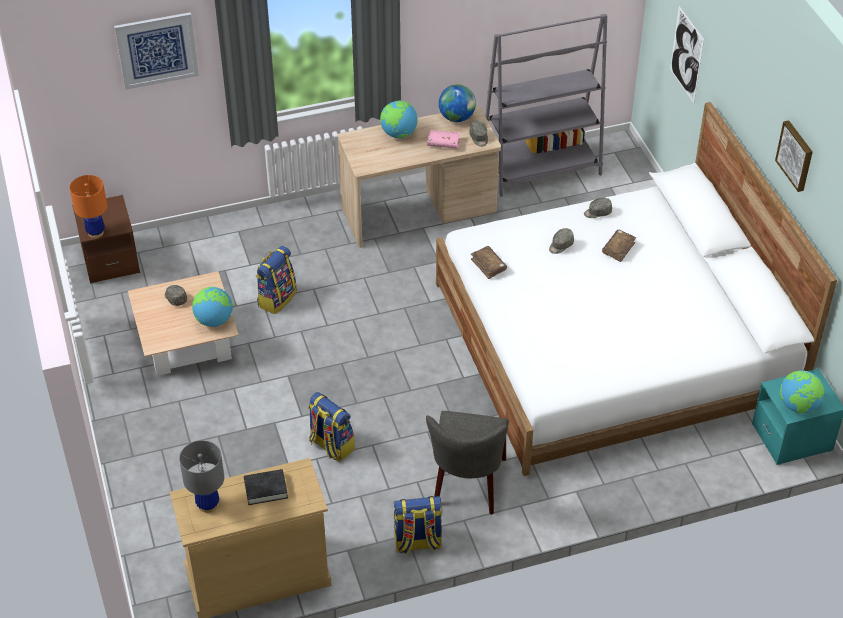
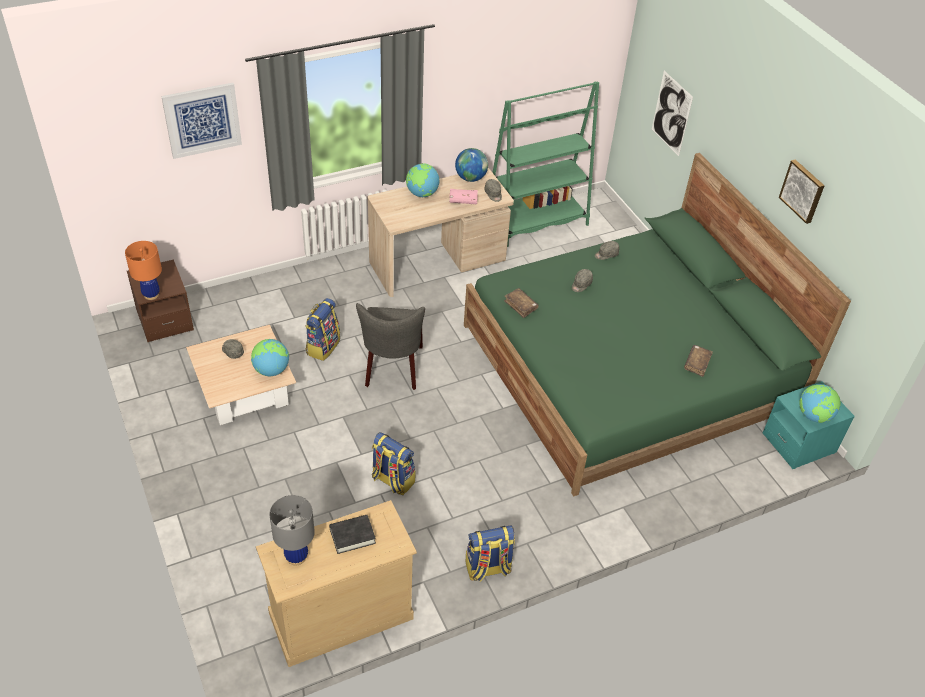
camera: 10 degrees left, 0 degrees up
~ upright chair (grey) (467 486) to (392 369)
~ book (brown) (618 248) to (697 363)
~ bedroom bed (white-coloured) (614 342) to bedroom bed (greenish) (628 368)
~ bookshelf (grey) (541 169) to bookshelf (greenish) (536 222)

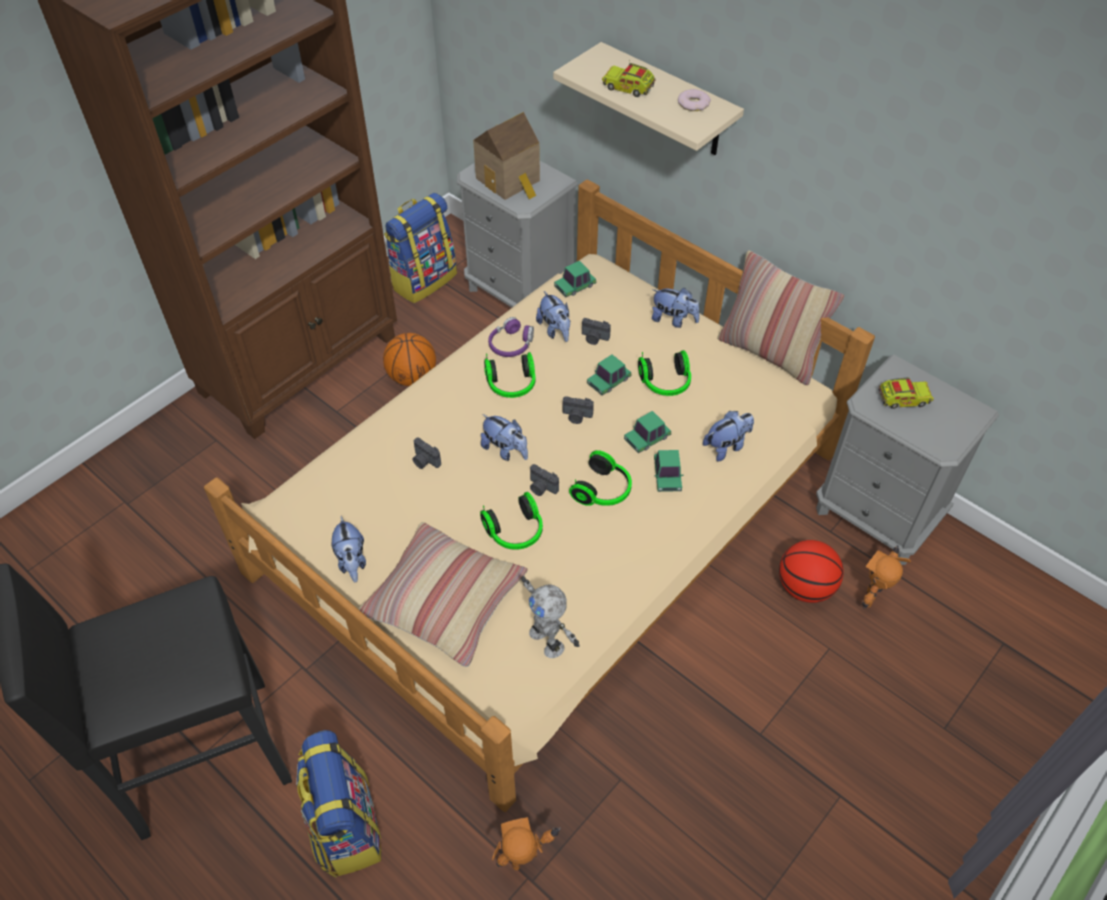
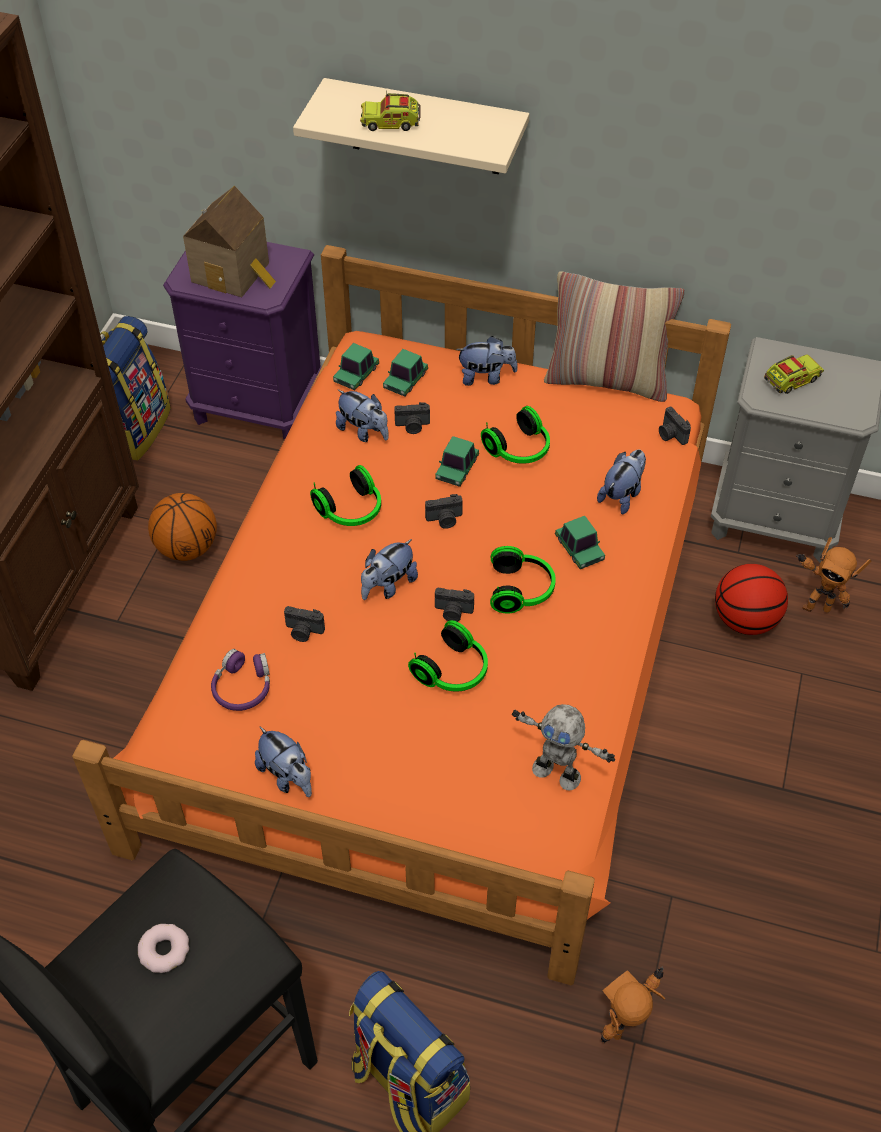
camera: 25 degrees left, 0 degrees up
- cushion (444 601)
+ still camera (671 435)
~ headphones (purple) (511 344) to (243 687)
~ model car (647 438) to (405 380)
~ doughnut (693 103) to (164 950)
~ bedroom bed (beige-coloured) (550 513) to bedroom bed (orange-coloured) (437 643)
~ night table (grey) (519 292) to night table (purple) (258 406)
~ plush toy (505 450) = (388 585) 120 degrees clockwise
~ robot figure (872 599) = (816 606) 75 degrees counterclockwise

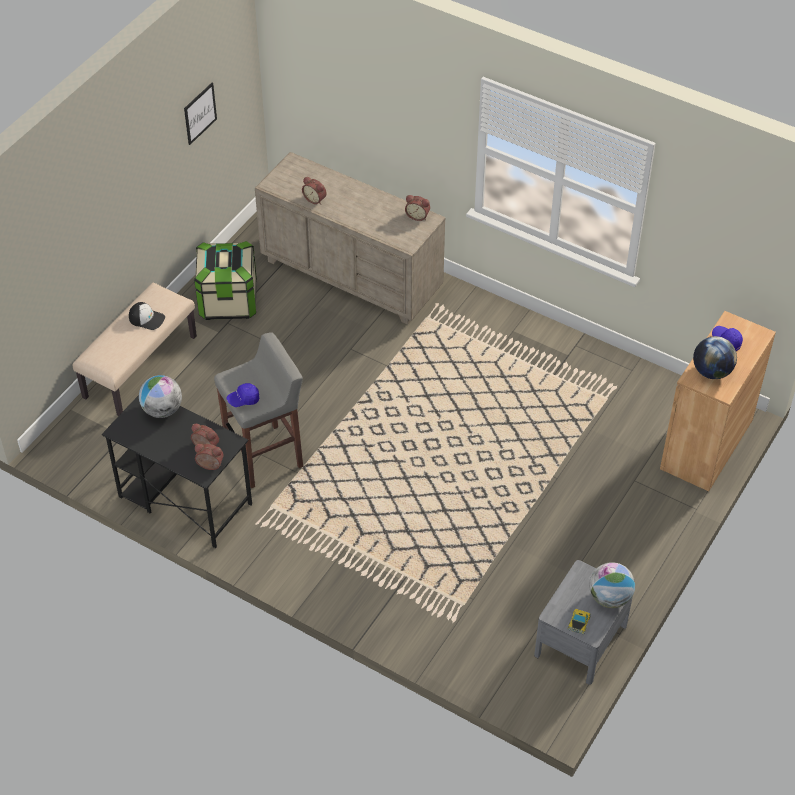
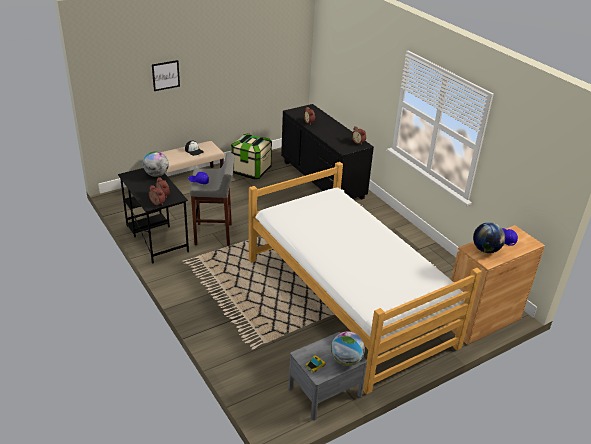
camera: 25 degrees right, 15 degrees down
+ bedroom bed (347 301)
~ wall picture (200 113) to (165 75)
~ chest of drawers (beige-coloured) (351 275) to chest of drawers (black-coloured) (322 180)

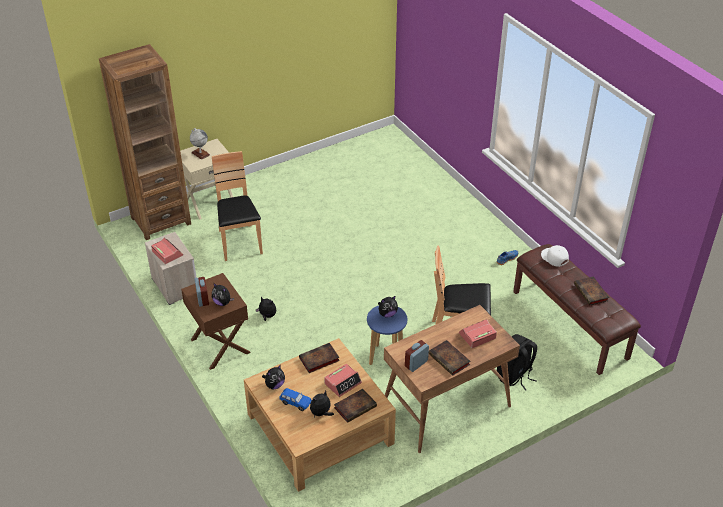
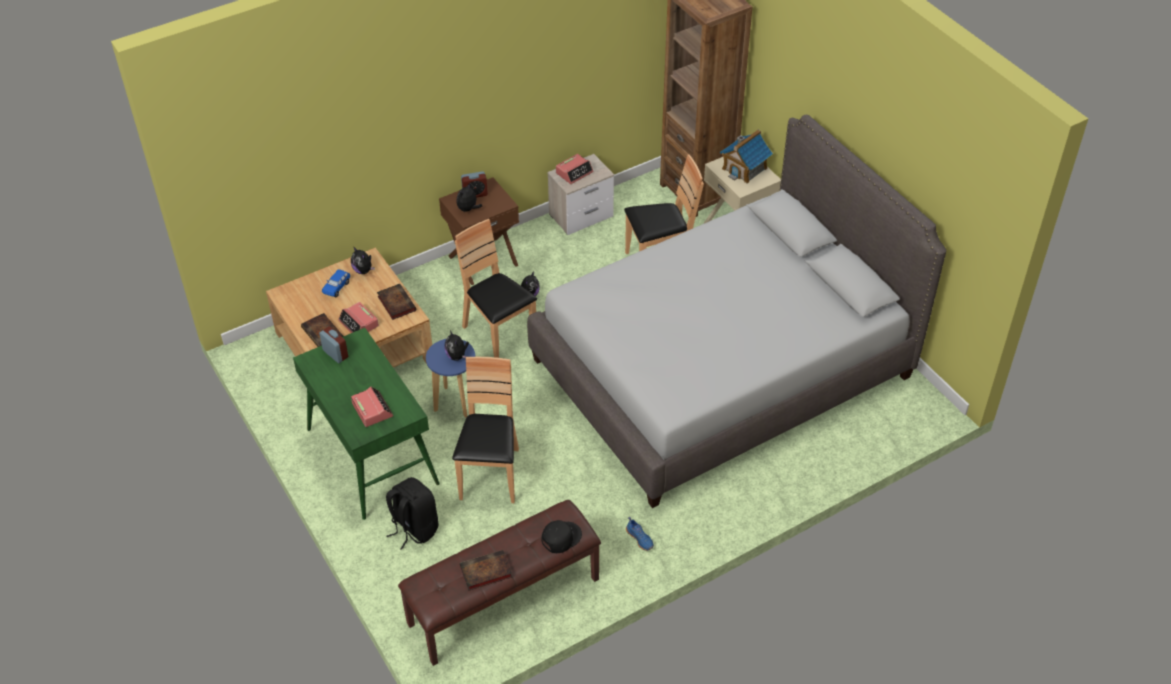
camera: 90 degrees right, 5 degrees up
- plush toy (321 413)
- book (450 360)
+ upright chair (brown) (499 335)
+ bedroom bed (grey) (722 368)
~ globe (200 154) to miniature house (744 168)
~ desk table (brown) (445 407) to desk table (greenish) (371 456)
~ cap (white-coloured) (554 257) to cap (black-coloured) (561 537)

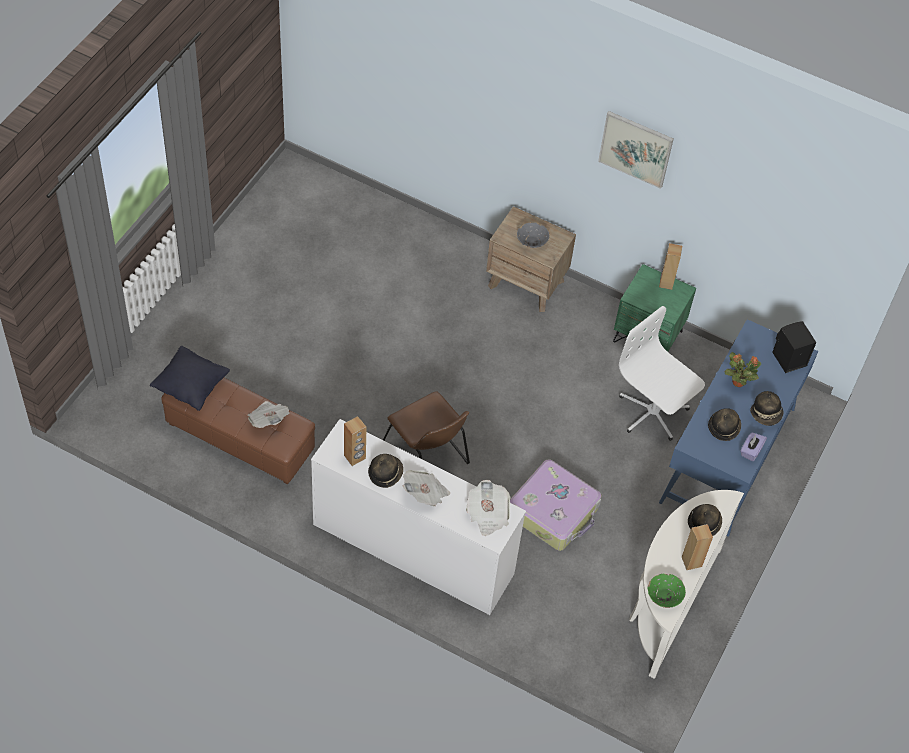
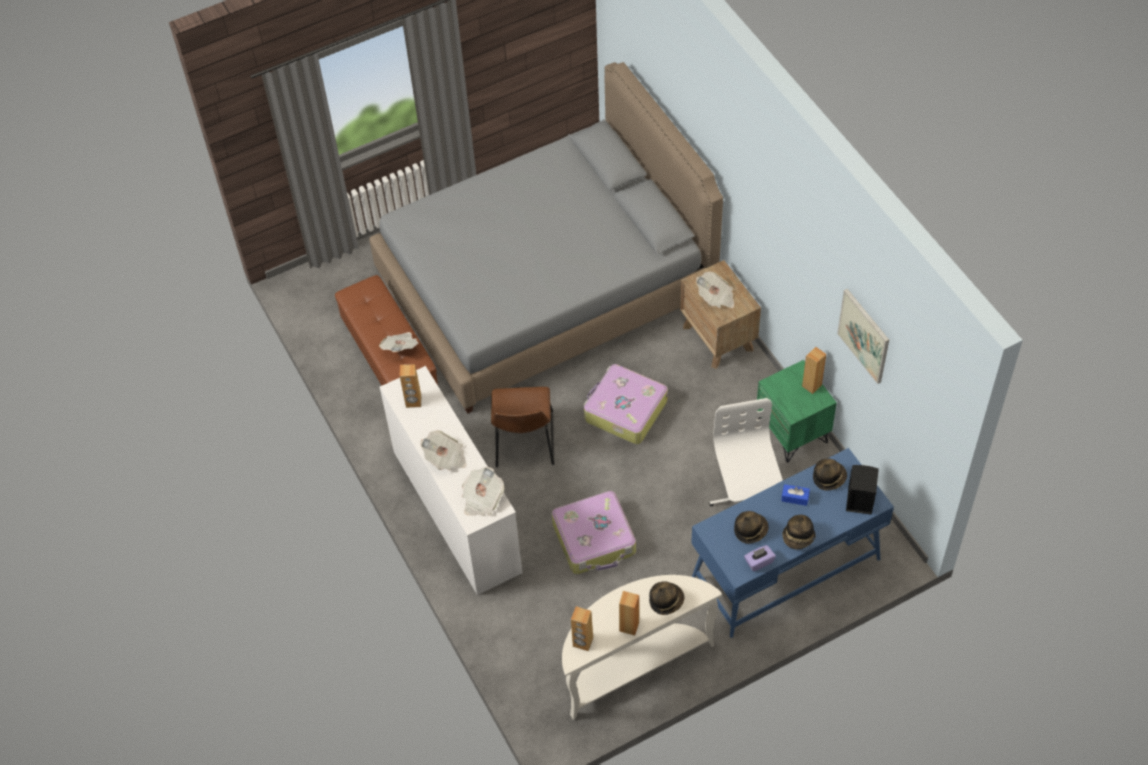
camera: 40 degrees right, 0 degrees up
- cushion (black-coloured) (191 387)
+ bedroom bed (grey) (545 286)
+ travel case (624 410)
~ clothing hat (385 473) to (829 477)
~ wall picture (635 149) to (864 335)
~ bowl (grey) (532 242) to newspaper (716 298)
~ bowl (greenish) (664 596) to speaker (brown) (583 642)
~ houseplant (737 382) to tissue box (bluish) (795 497)

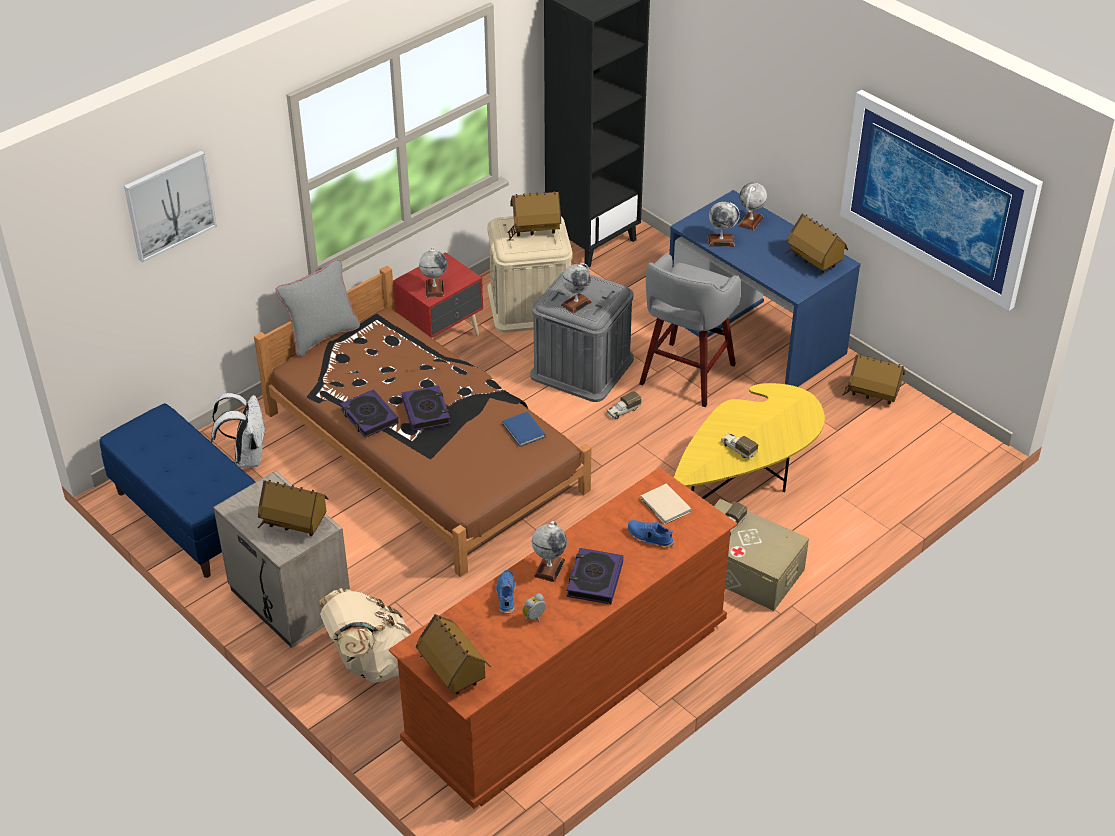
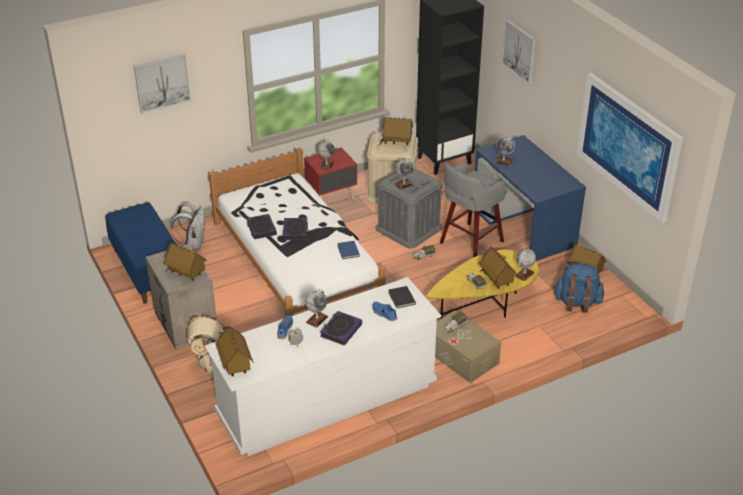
camera: 15 degrees right, 5 degrees down
- cushion (grey) (322 336)
+ wall picture (519 51)
+ rucksack (bluish) (577 303)
~ globe (750 221) to (524 274)
~ miniature house (814 262) to (496 280)
~ bedroom bed (brown) (424 451) to bedroom bed (white-coloured) (296 258)
~ chest of drawers (brown) (567 684) to chest of drawers (white-coloured) (327 399)
~ book (beige-coloured) (665 506) to book (black-coloured) (401 299)

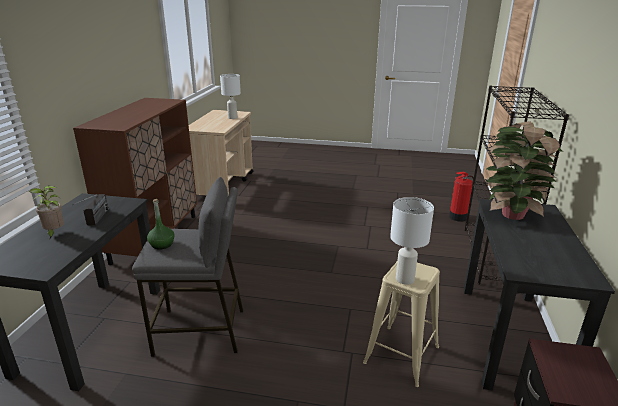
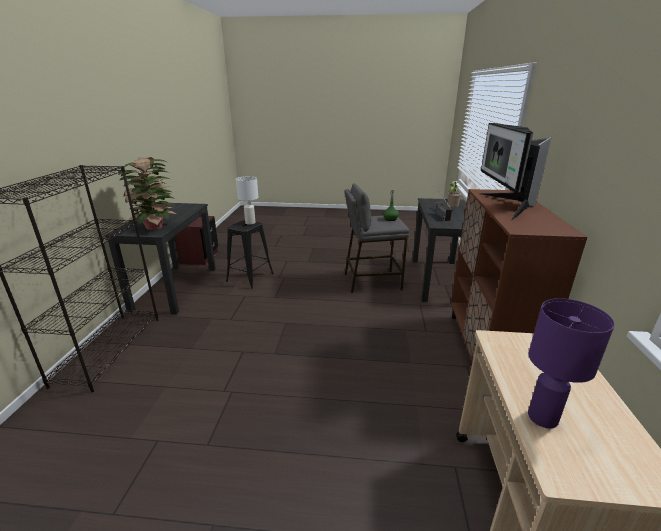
camera: 175 degrees right, 0 degrees up
- fire-fighting cylinder (457 217)
+ computer screen (506 205)
~ tabletop lamp (white-coloured) (232 117) to tabletop lamp (purple) (543 418)
~ stool seat (beige-coloured) (401 355) to stool seat (black-coloured) (250 277)

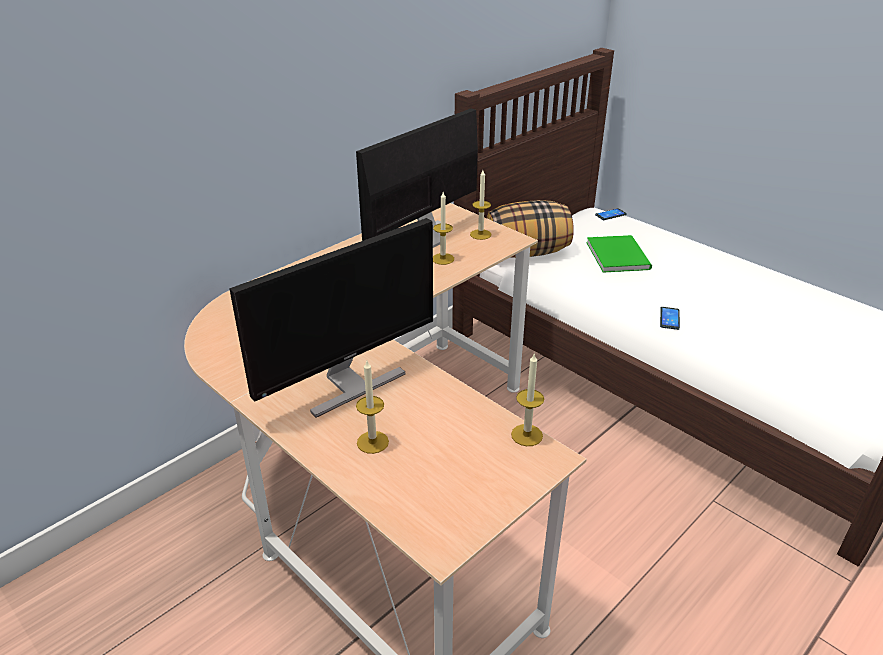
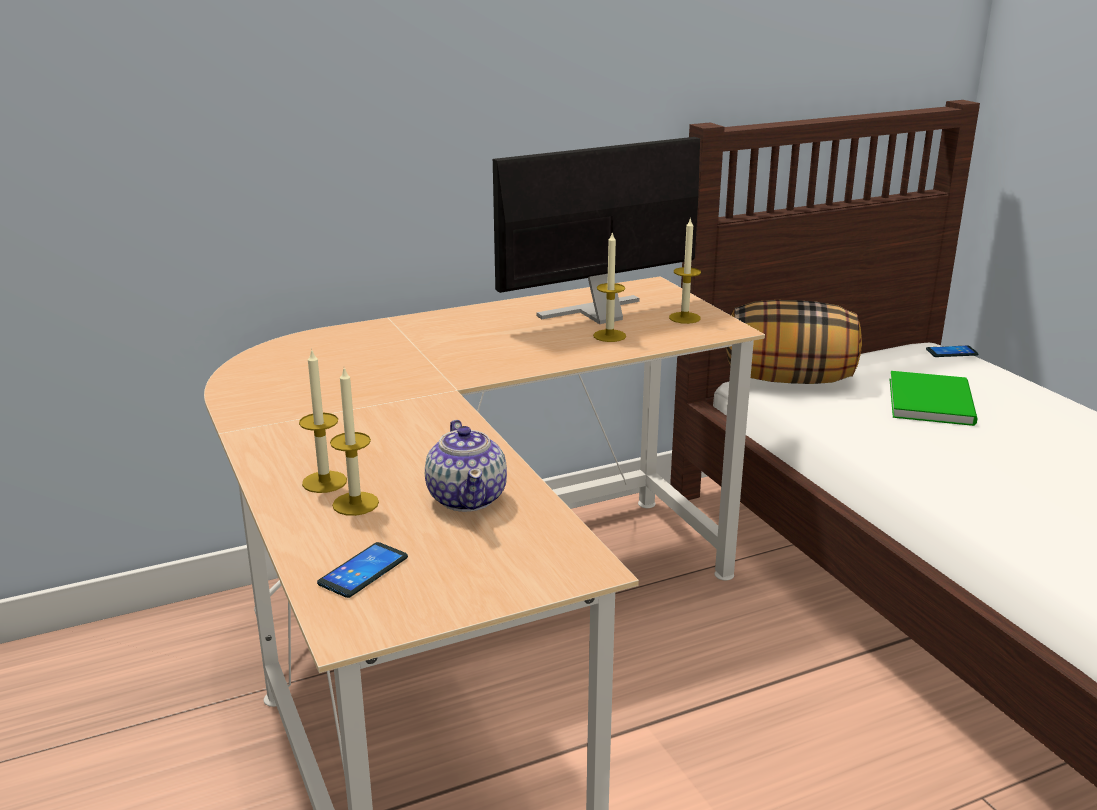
camera: 20 degrees right, 10 degrees down
- computer screen (348 384)
+ tea pot (467 498)
~ candle (527 435) to (324 482)
~ telephone (669 318) to (363 571)

